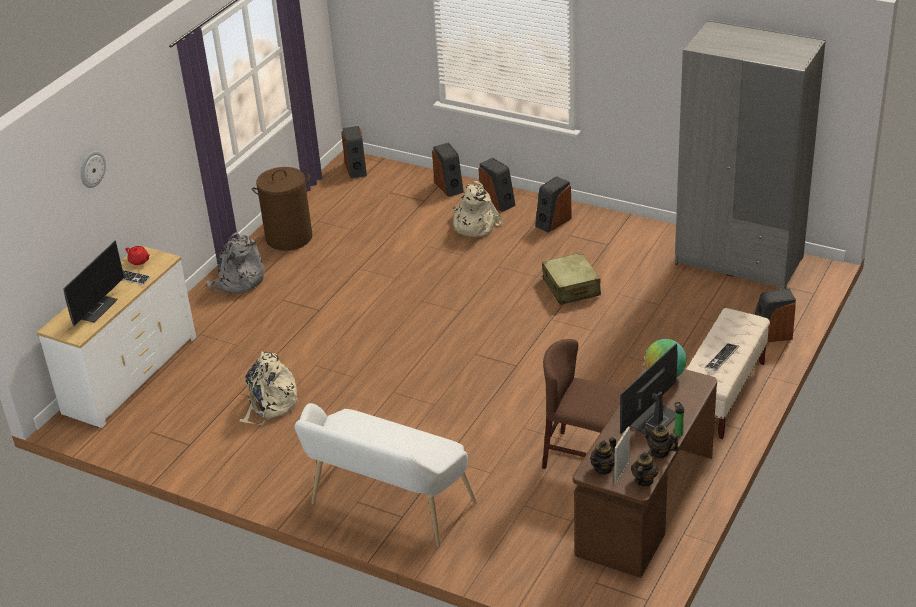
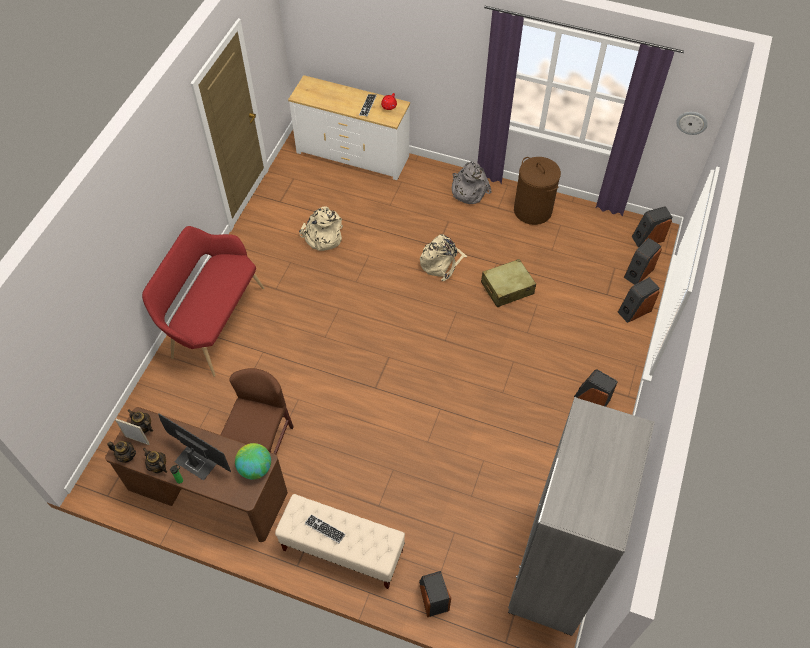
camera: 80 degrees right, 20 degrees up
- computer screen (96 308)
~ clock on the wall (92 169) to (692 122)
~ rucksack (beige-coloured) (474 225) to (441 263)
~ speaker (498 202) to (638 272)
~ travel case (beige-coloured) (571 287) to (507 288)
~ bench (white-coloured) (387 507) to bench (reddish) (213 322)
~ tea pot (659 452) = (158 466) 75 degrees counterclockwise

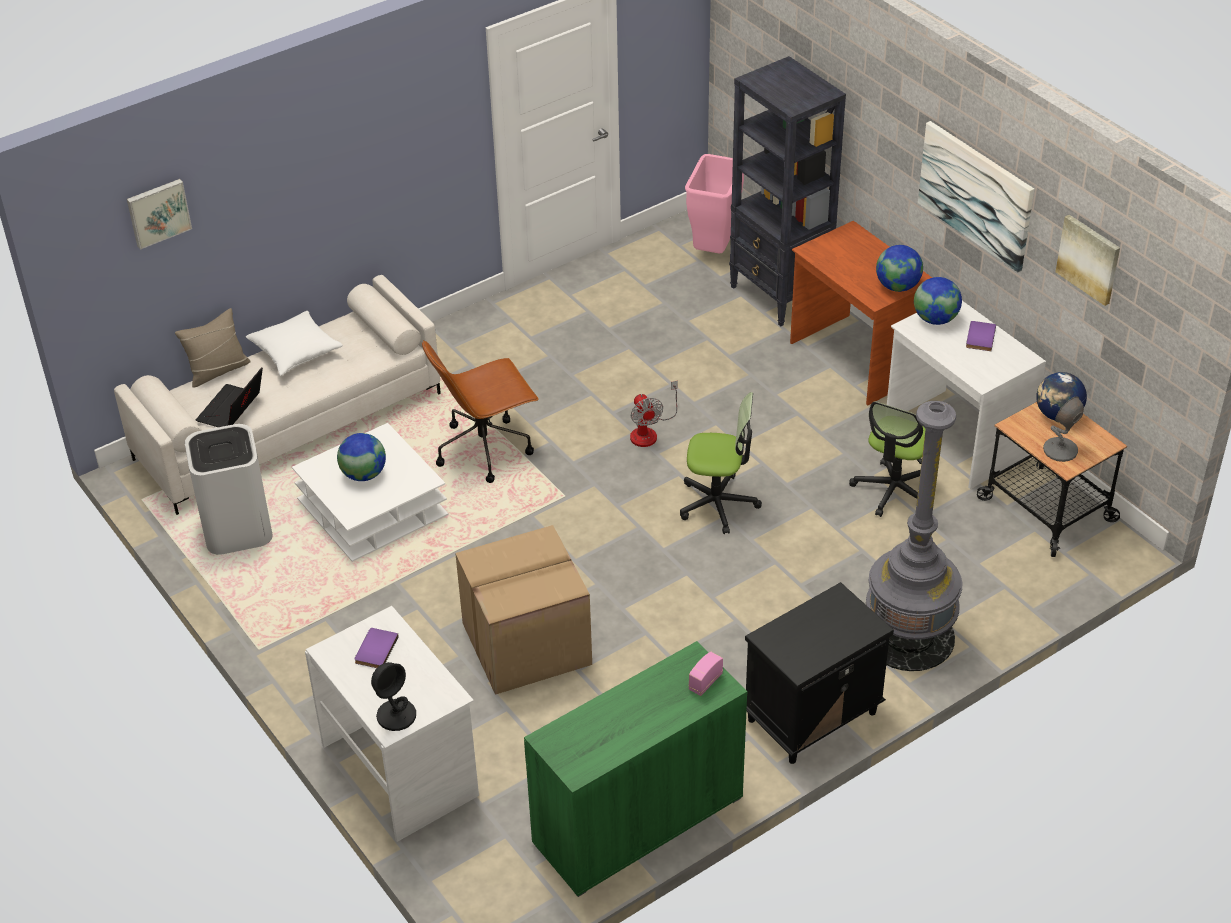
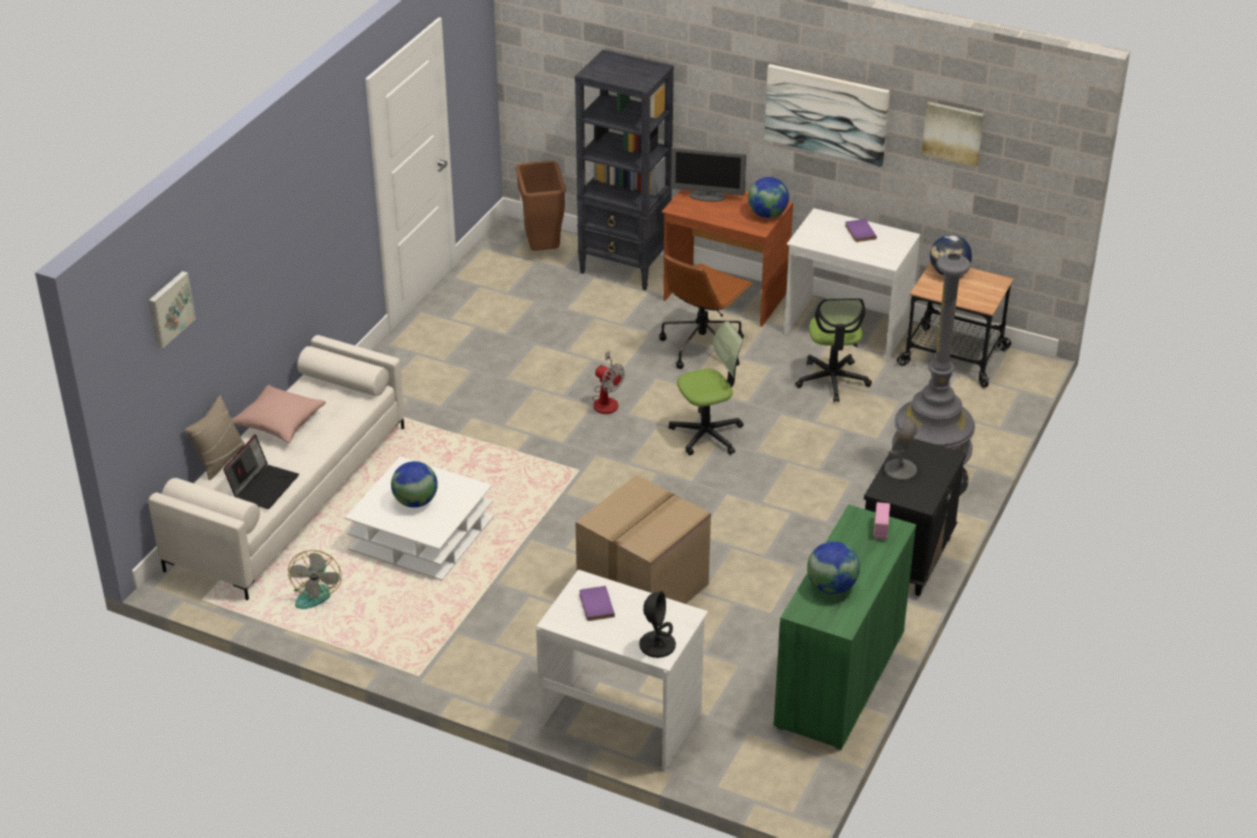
camera: 30 degrees left, 5 degrees down
+ computer screen (707 196)
~ computer chair (brown) (485 448) to (702 346)
~ globe (935 319) to (831 587)
~ tabletop lamp (grey) (1060 450) to (900 470)
~ waste bin (white-coloured) (238 529) to electric fan (315 592)
~ cushion (white-coloured) (295 352) to cushion (pink-coloured) (279 423)
~ waste bin (pink-coloured) (714 250) to waste bin (brown) (542 249)
~ laptop (232 410) = (263 486) 150 degrees counterclockwise

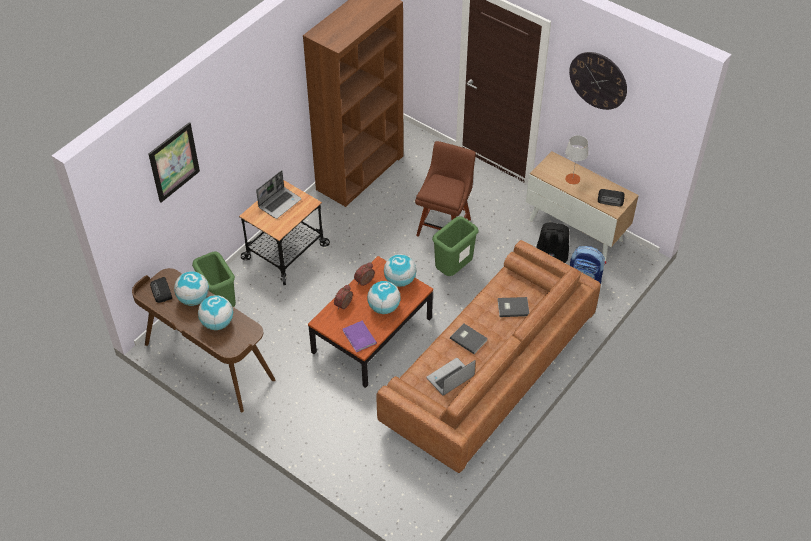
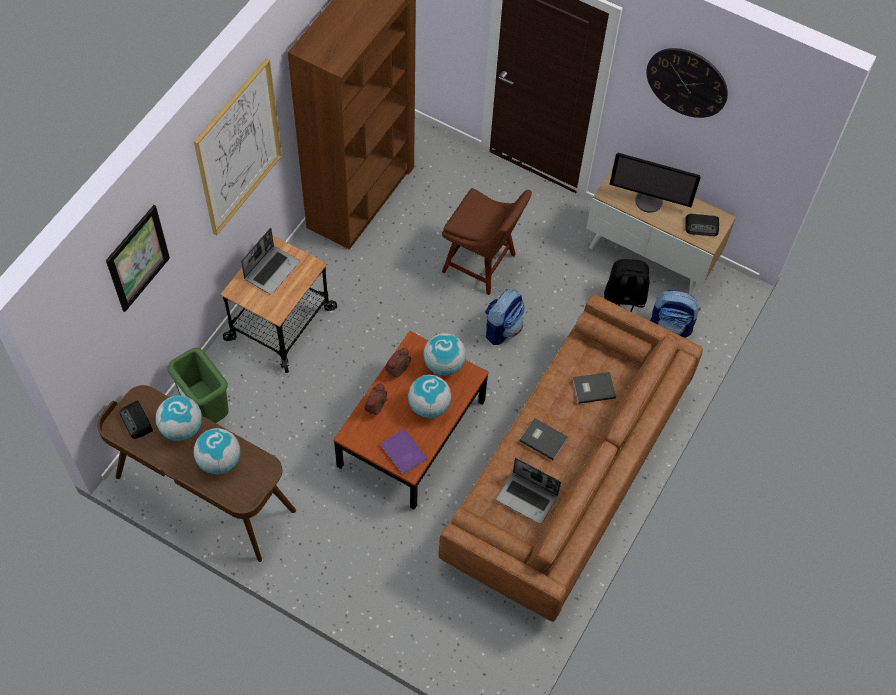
camera: 10 degrees left, 10 degrees up
+ wall picture (238 148)
~ waste bin (greenish) (453 269) to rucksack (502 328)
~ tabletop lamp (grey) (572 179) to computer screen (649 200)
~ upright chair (brown) (444 225) = (482 265) 105 degrees clockwise
~ laptop (450 378) = (528 498) 105 degrees counterclockwise

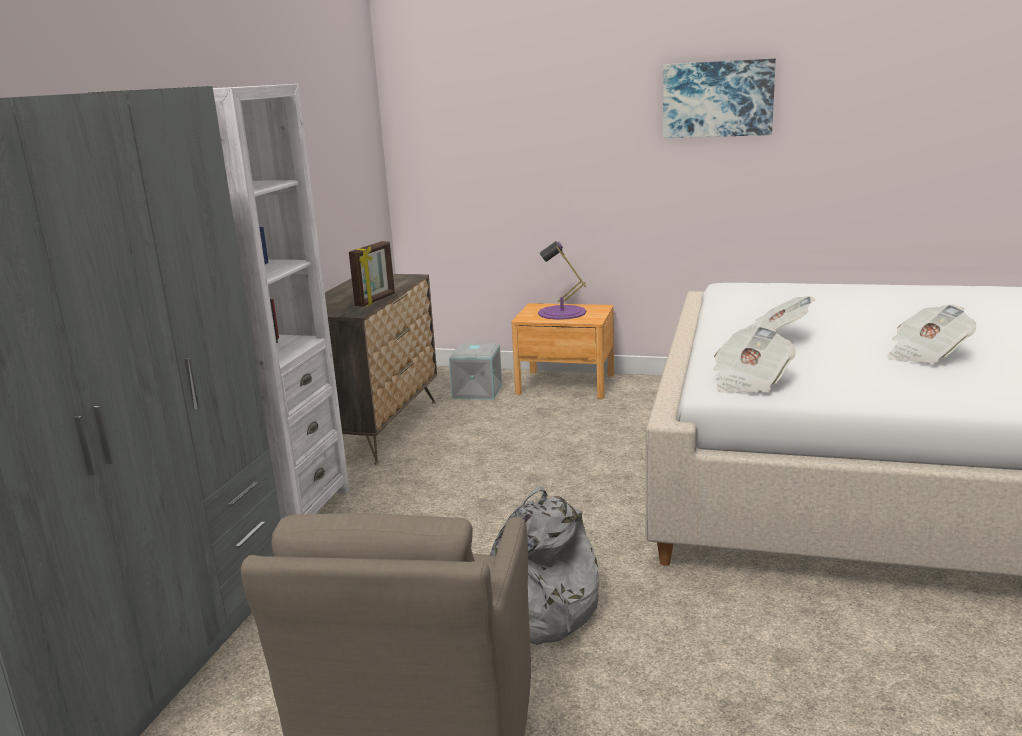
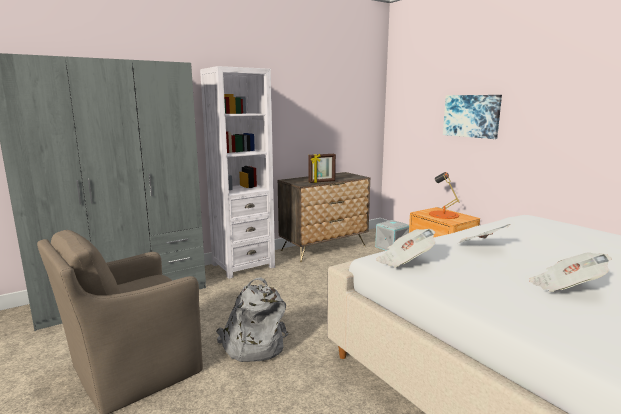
camera: 40 degrees right, 5 degrees down
~ wall picture (717 99) to (471 116)
~ tabletop lamp (purple) (562 312) to tabletop lamp (orange-coloured) (443 215)

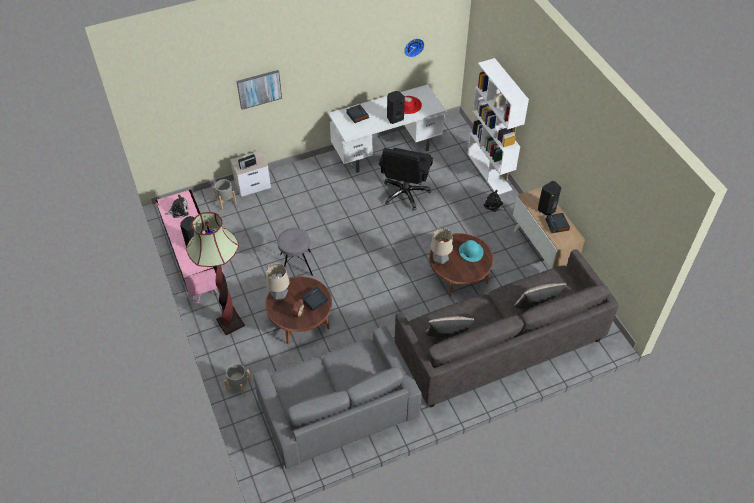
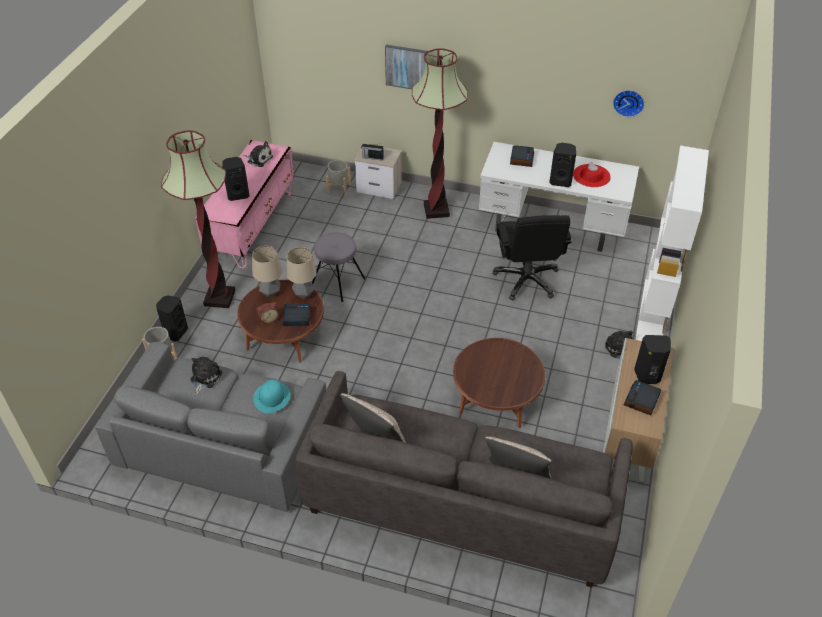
camera: 40 degrees right, 5 degrees down
+ speaker (black-coloured) (175 332)
+ plush toy (204 378)
+ standing lamp (436 210)
~ tabletop lamp (440 261) to (303 294)
~ clothing hat (turquoise) (470 251) to (272 397)
~ computer chair (black-coloured) (405 193) = (527 279) 60 degrees counterclockwise

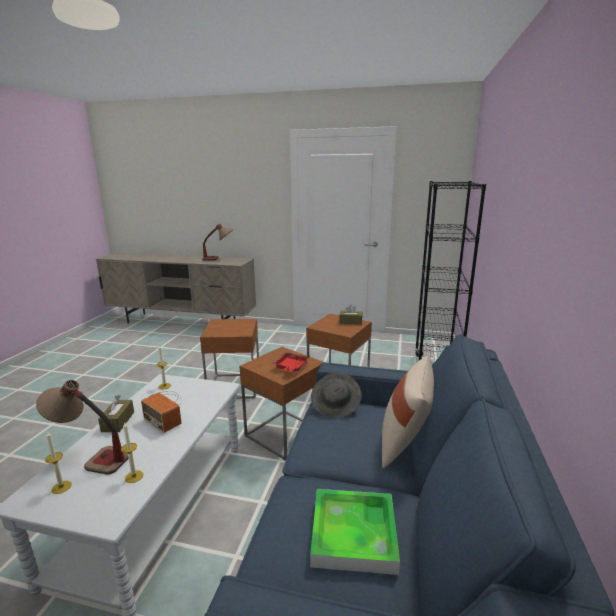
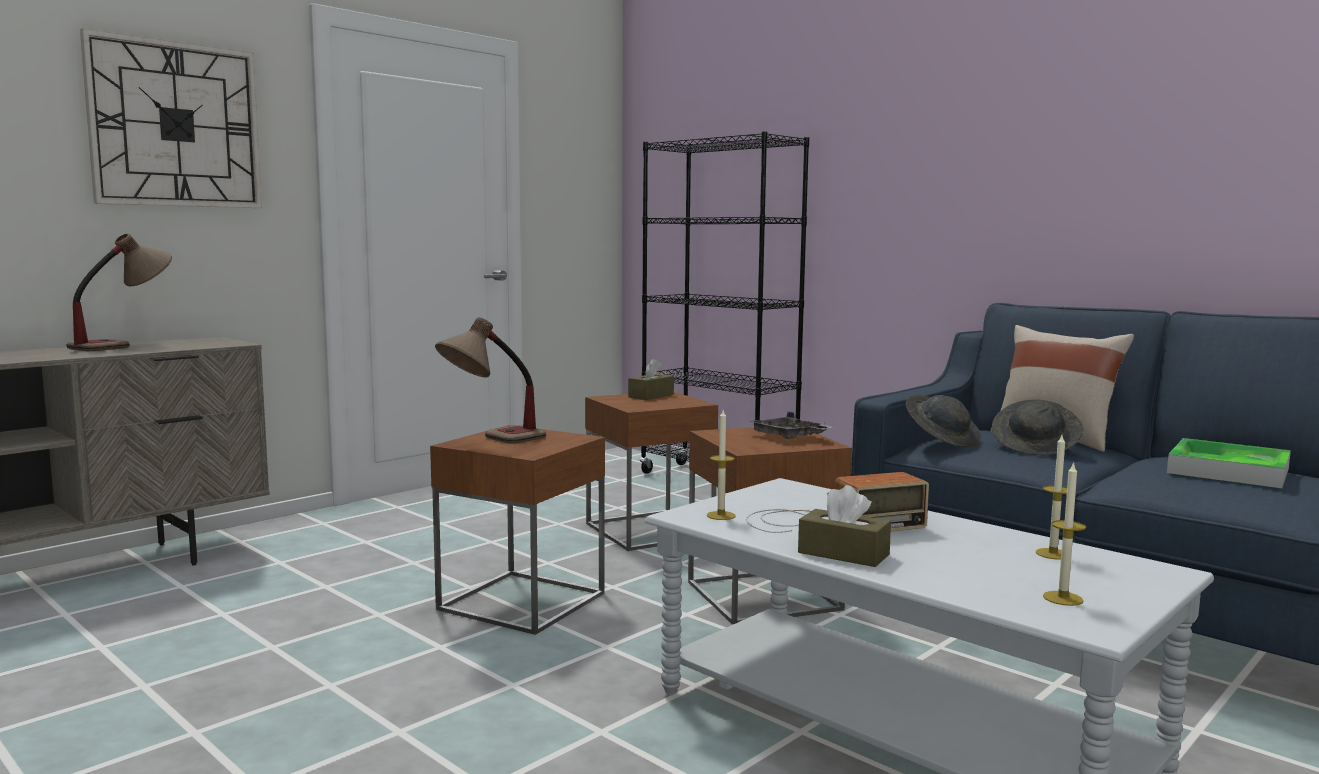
camera: 60 degrees left, 10 degrees down
+ clock on the wall (175 125)
+ clothing hat (grey) (1036 447)
~ tabletop lamp (90 458) to (492 441)
~ tray (reddish) (290 367) to tray (grey) (789 437)

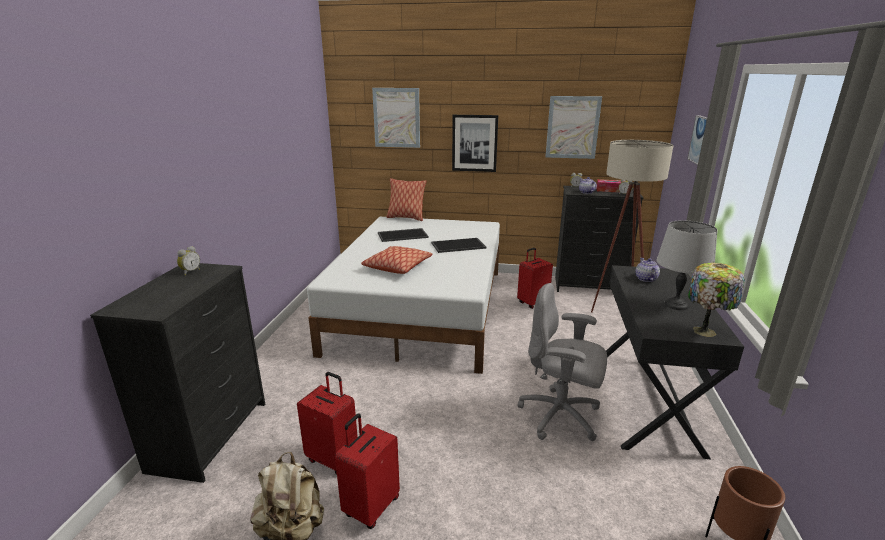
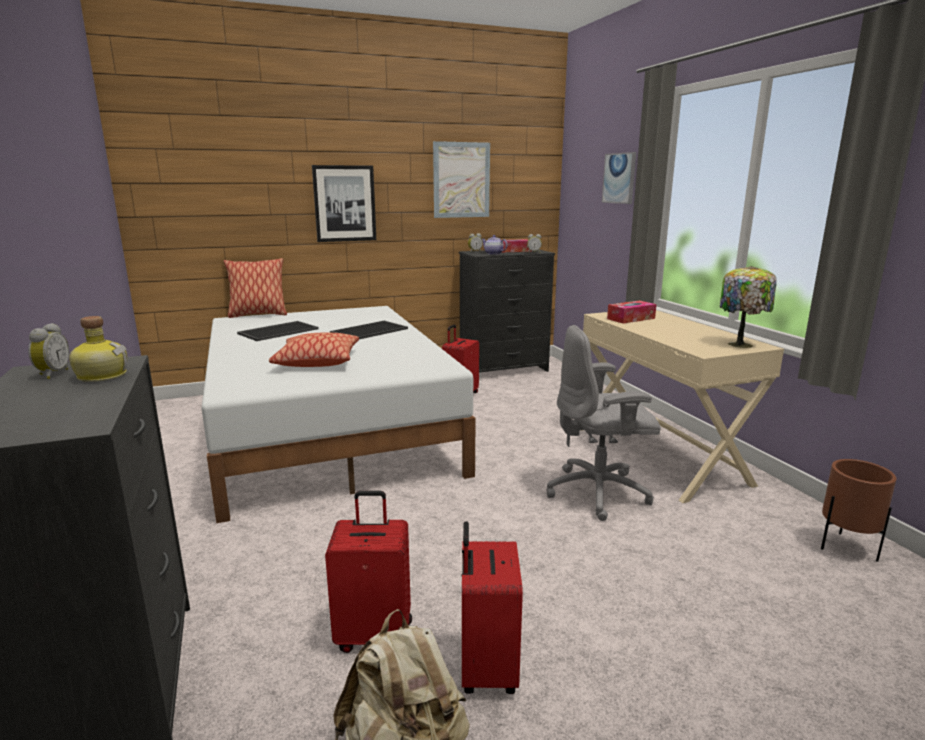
camera: 30 degrees left, 5 degrees down
- wall picture (396 118)
- standing lamp (beige-coloured) (615 312)
- tabletop lamp (grey) (676 305)
+ drink bottle (101 375)
~ tea pot (645 279) to tissue box (631 318)
~ desk table (black-coloured) (647 400) to desk table (beige-coloured) (659 454)

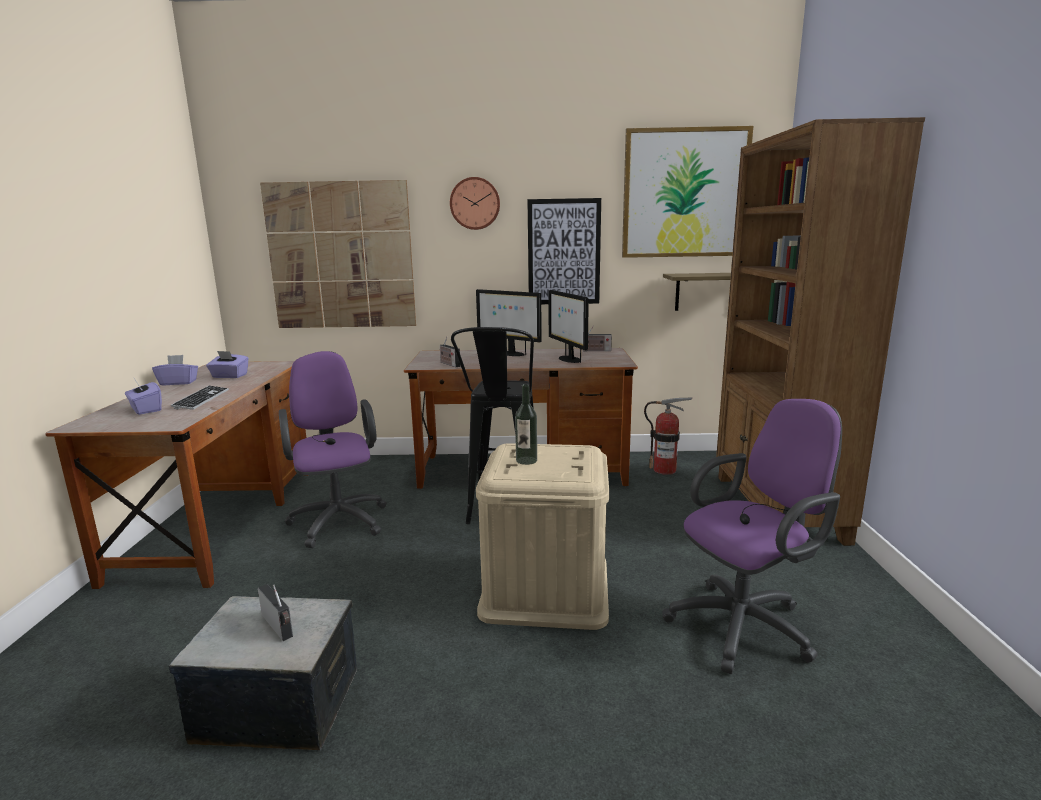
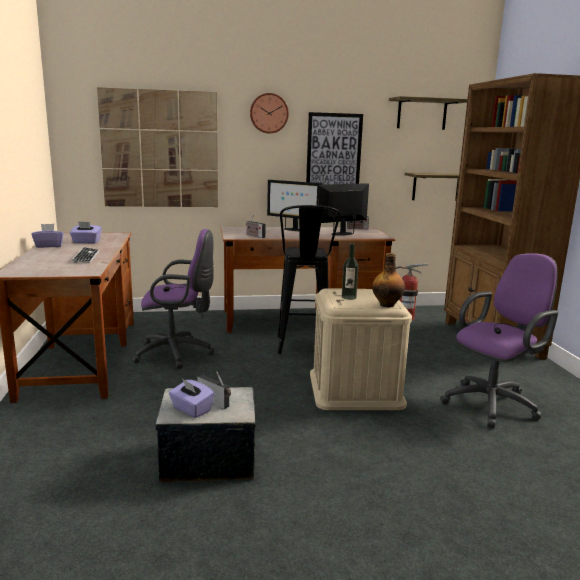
camera: 10 degrees left, 0 degrees up
+ drink bottle (387 305)
~ tissue box (purple) (145 409) to (191 409)
~ wall picture (684 194) to shelf (422 114)
~ computer chair (purple) (338 519) = (177 353) 120 degrees clockwise
~ computer screen (569 359) = (342 234) 90 degrees clockwise

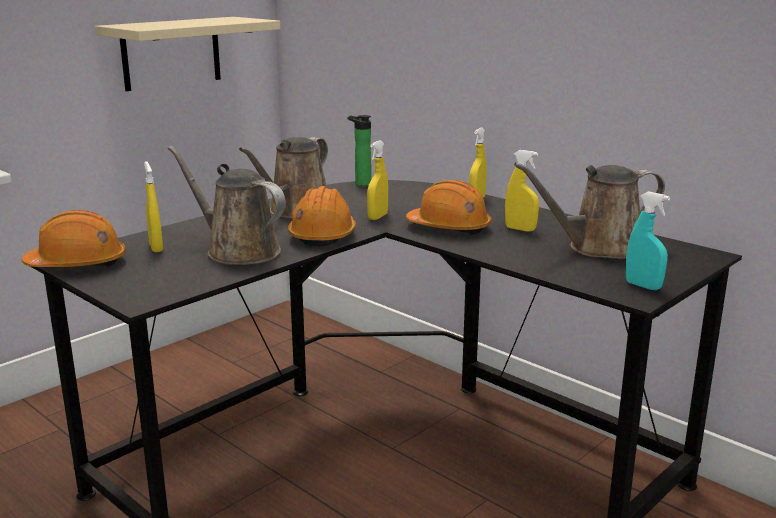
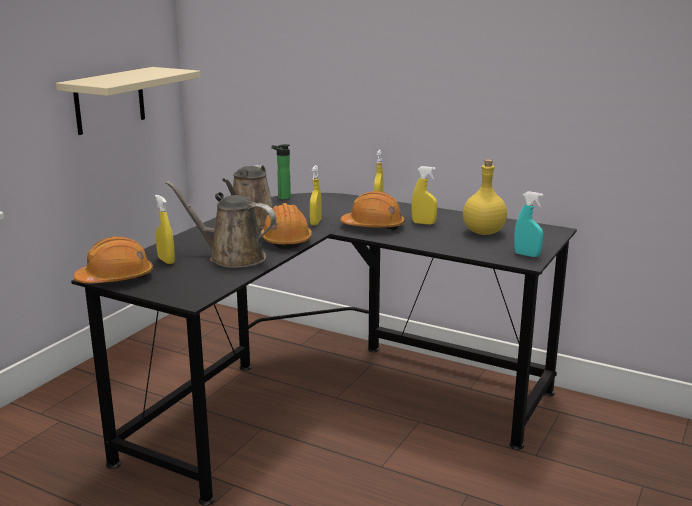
camera: 15 degrees left, 0 degrees up
~ watering can (brown) (598 248) to drink bottle (yellow-coloured) (484 232)

